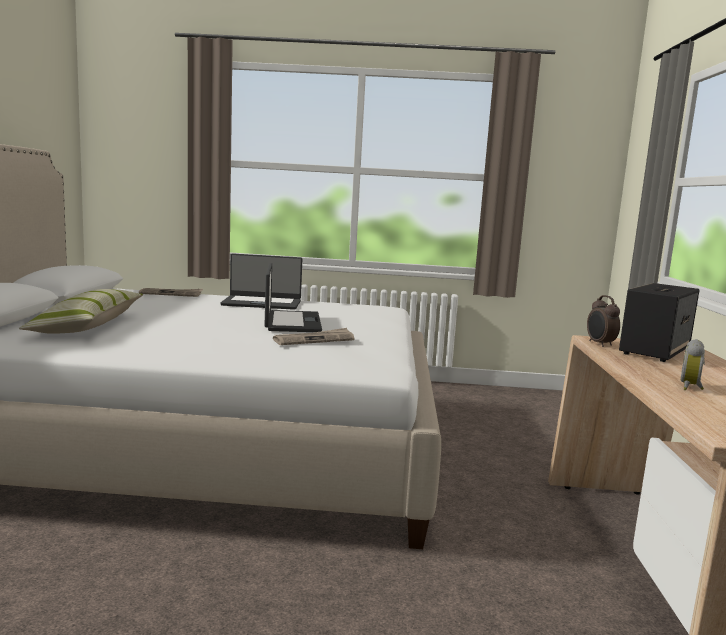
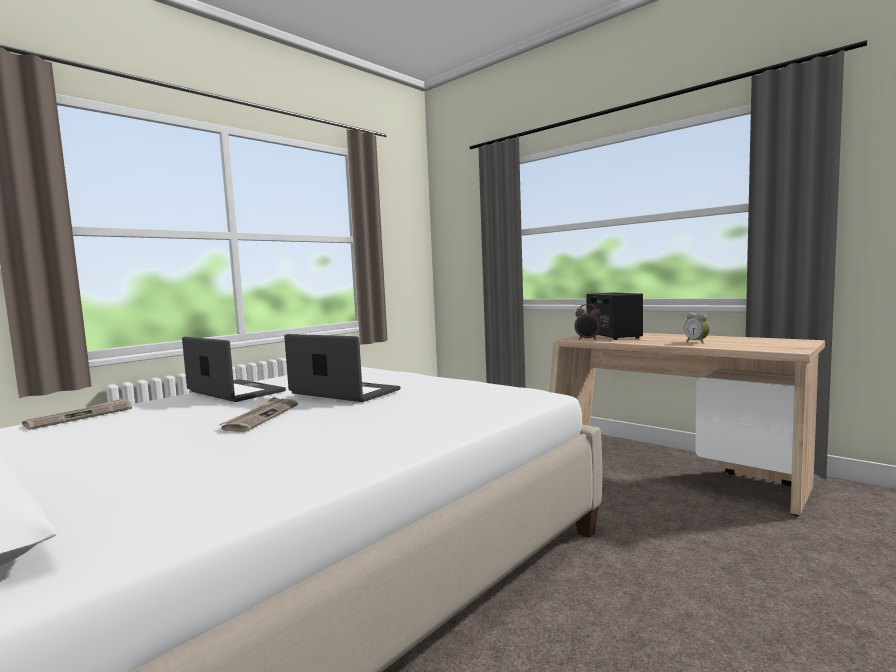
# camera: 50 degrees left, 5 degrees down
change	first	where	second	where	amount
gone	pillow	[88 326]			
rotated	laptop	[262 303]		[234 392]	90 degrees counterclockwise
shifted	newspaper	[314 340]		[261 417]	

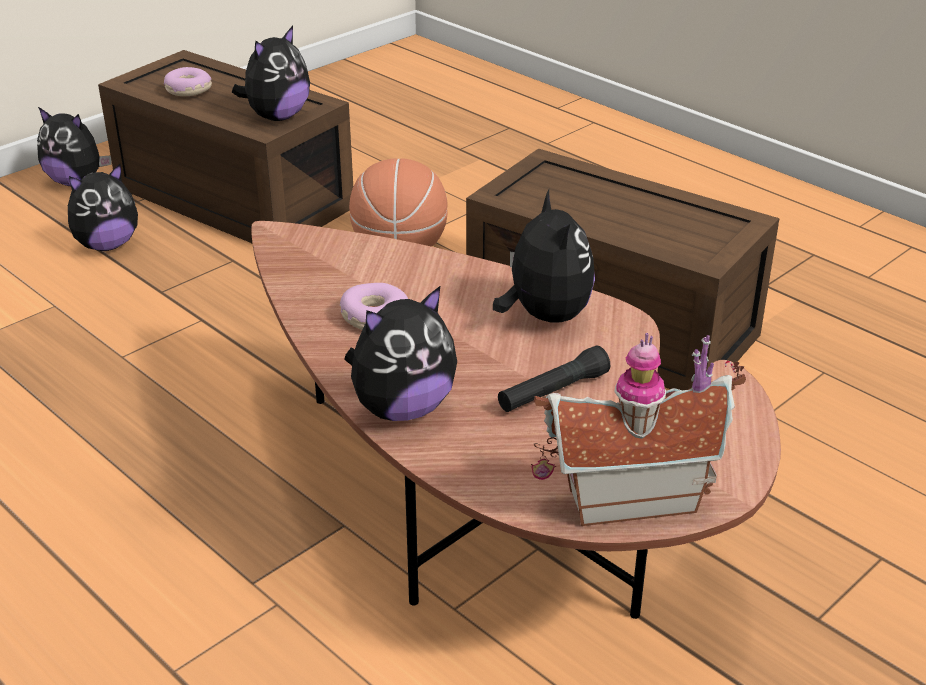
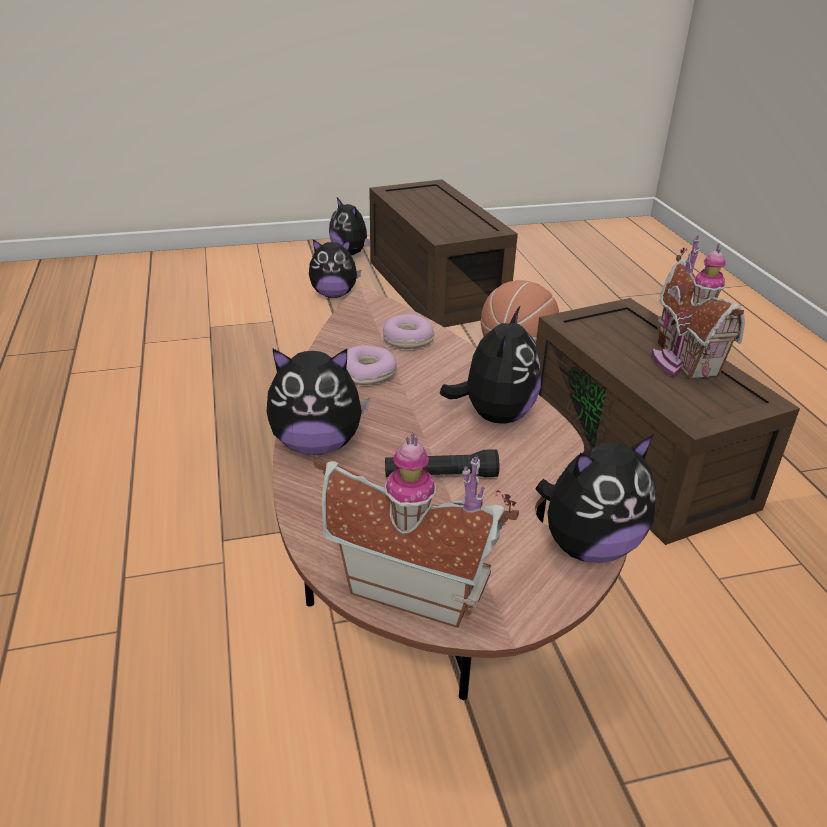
# camera: 30 degrees right, 0 degrees up
change	first	where	second	where	amount
shifted	donut	[188 90]		[407 340]	
shifted	plush toy	[277 116]		[588 545]	
new			toy house	[681 361]	

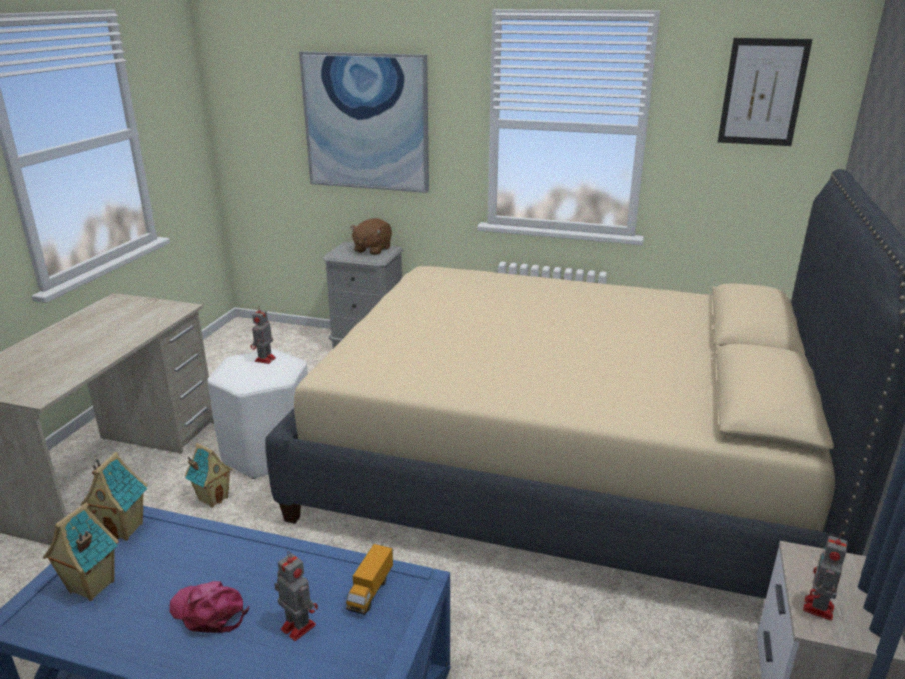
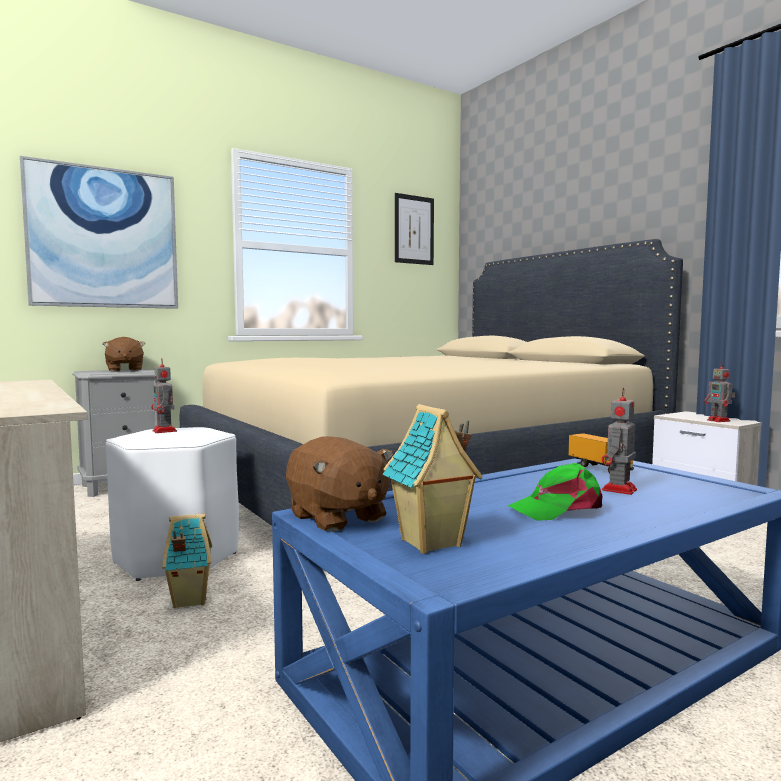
# camera: 50 degrees left, 20 degrees down
change	first	where	second	where	amount
swapped	toy house	[124 529]	plush toy (brown)	[337 518]	
repainted	cap (pink)	[209 611]	cap (green)	[558 509]	
rotated	toy robot	[297 626]		[618 490]	45 degrees counterclockwise

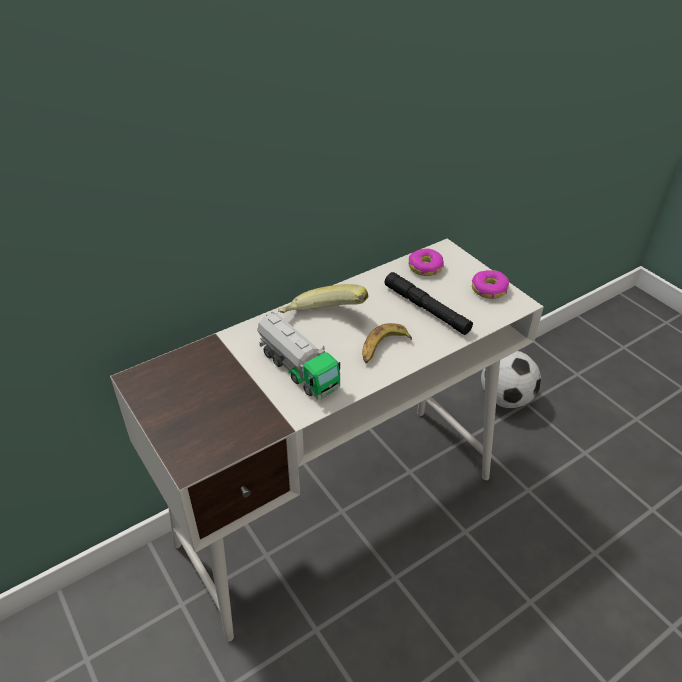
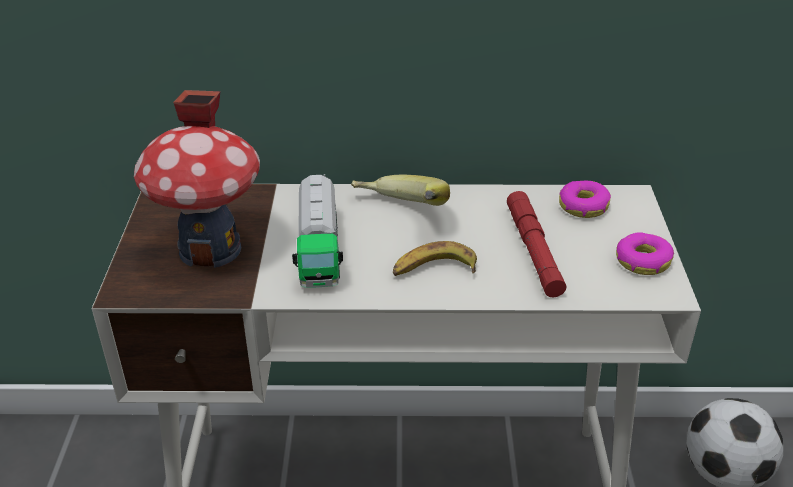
# camera: 35 degrees right, 5 degrees down
change	first	where	second	where	amount
repainted	flashlight (black)	[426 308]	flashlight (red)	[534 250]	
new			toy house	[210 249]	

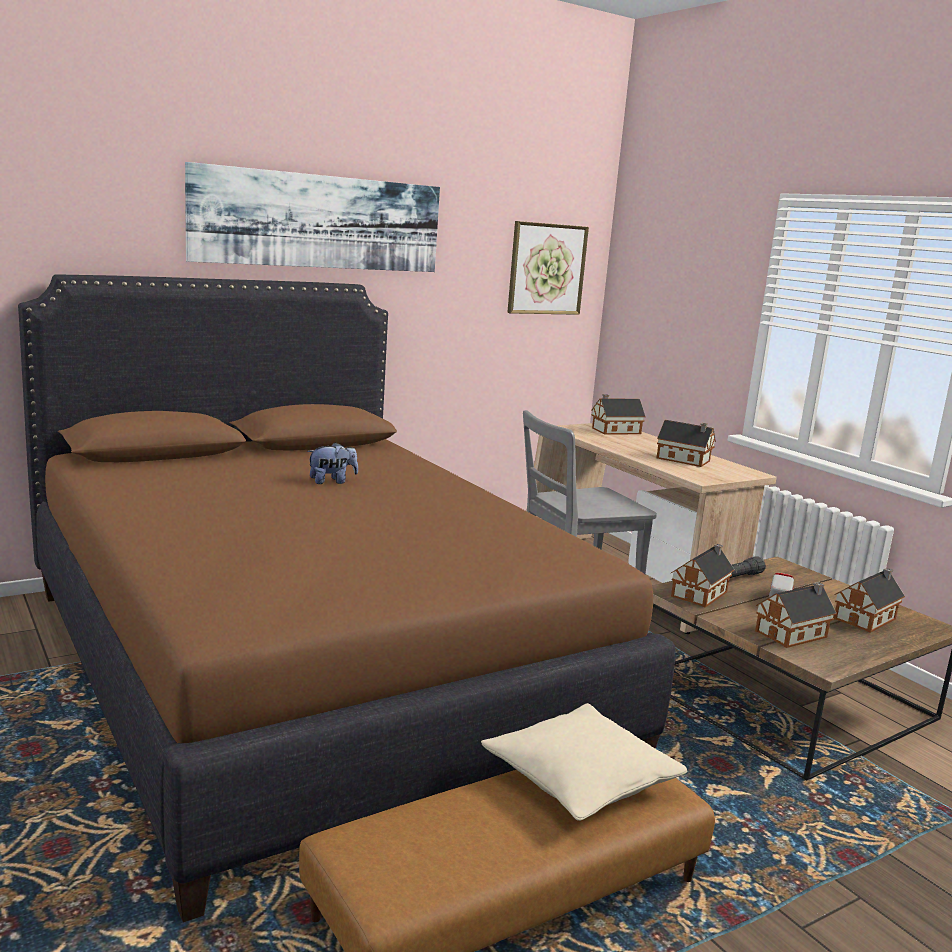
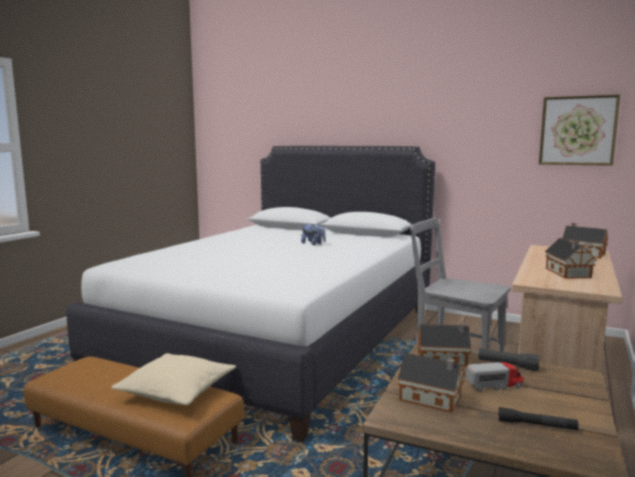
# camera: 60 degrees right, 5 degrees down
change	first	where	second	where	amount
repainted	bed (brown)	[305 670]	bed (white)	[279 338]	
gone	picture	[319 221]			
swapped	toy house	[866 618]	flashlight (black)	[536 425]	

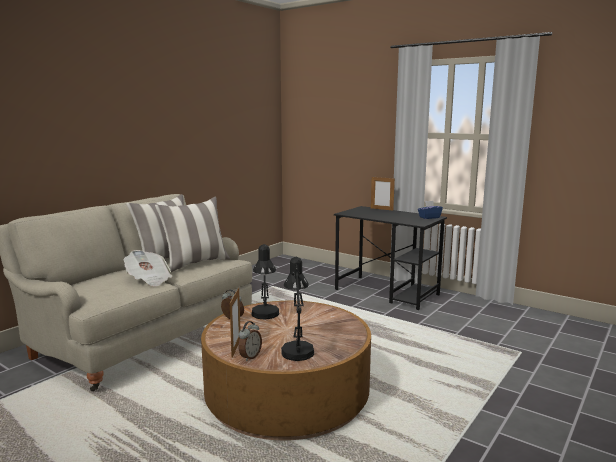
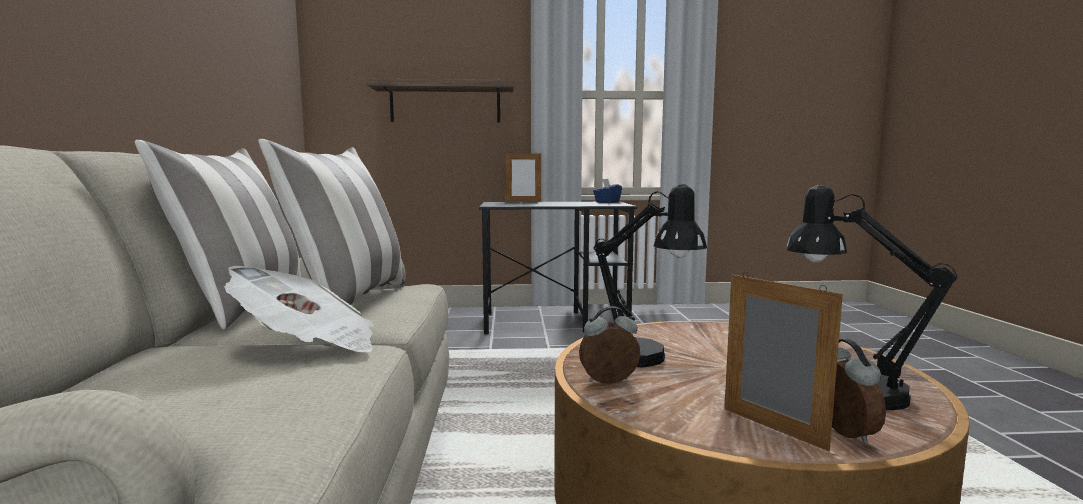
# camera: 40 degrees left, 5 degrees down
change	first	where	second	where	amount
new			shelf	[445 103]	

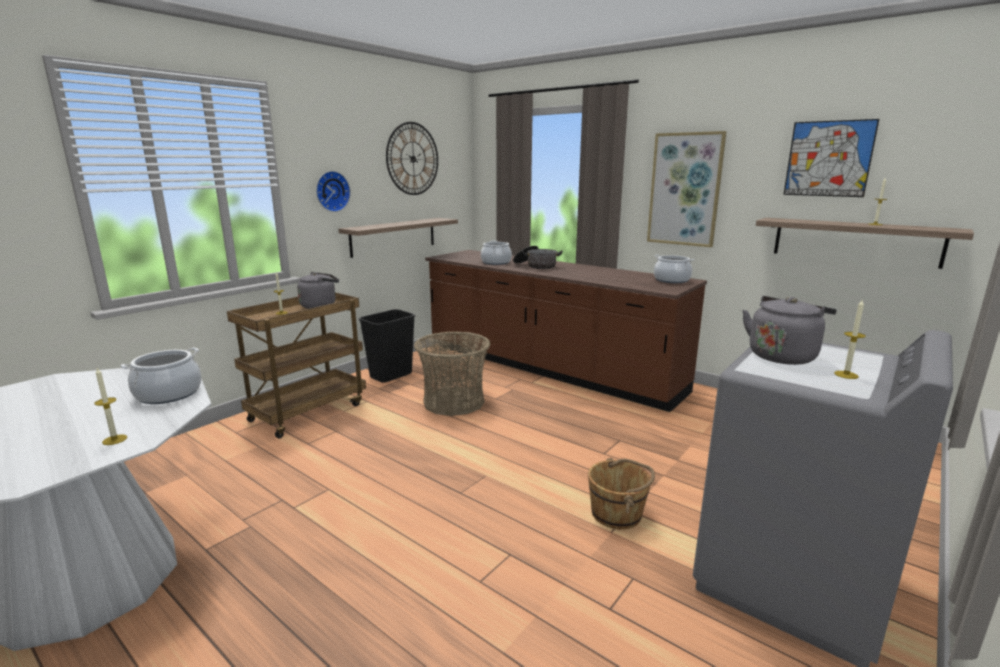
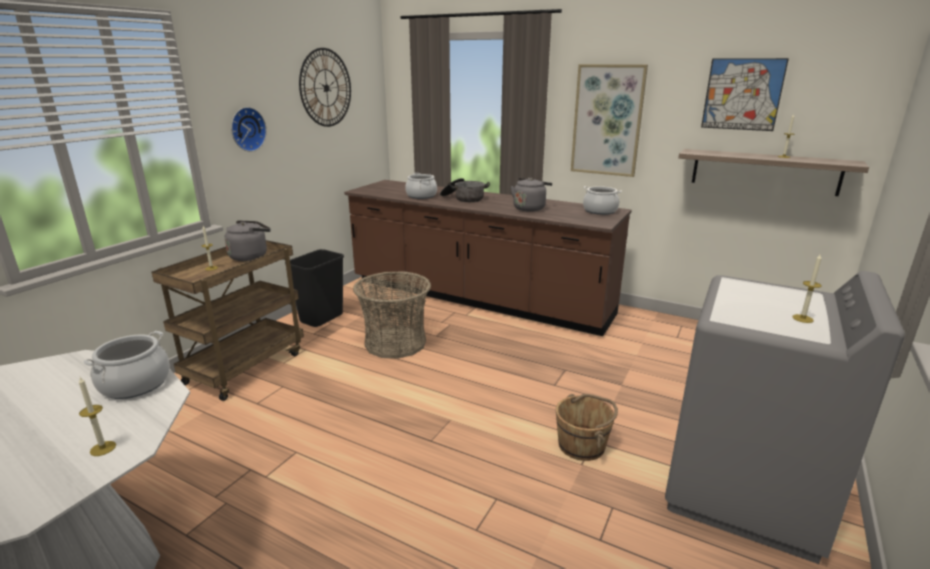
# camera: 10 degrees left, 5 degrees up
change	first	where	second	where	amount
gone	shelf	[394 236]			
shifted	kettle (grey)	[783 356]		[530 208]	

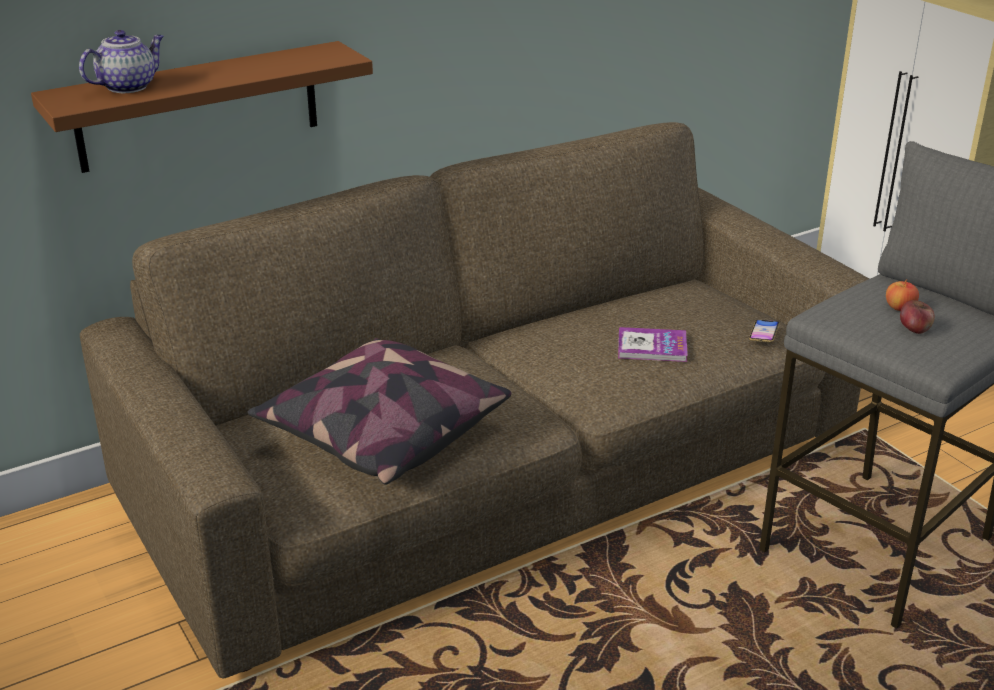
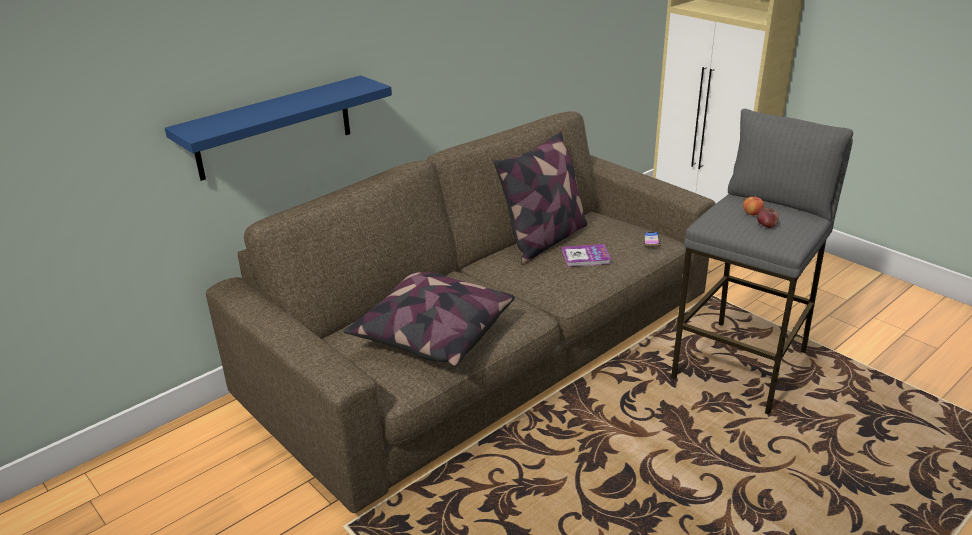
# camera: 10 degrees left, 0 degrees up
change	first	where	second	where	amount
repainted	shelf (brown)	[198 107]	shelf (blue)	[274 127]	
gone	teapot	[128 86]			
new			pillow	[544 240]	

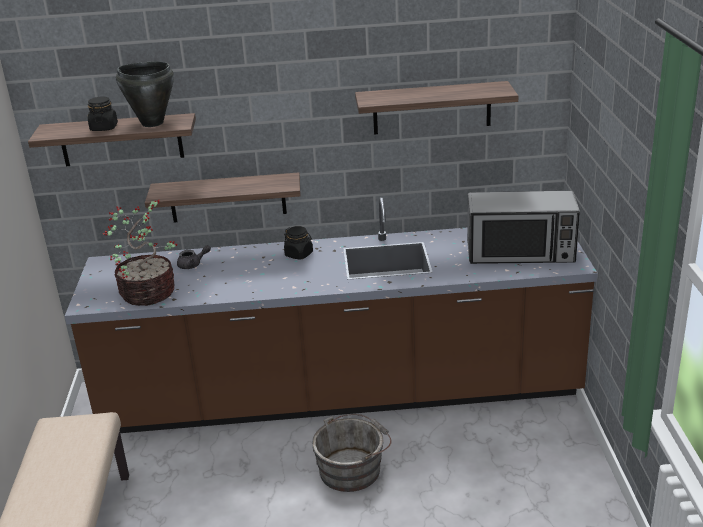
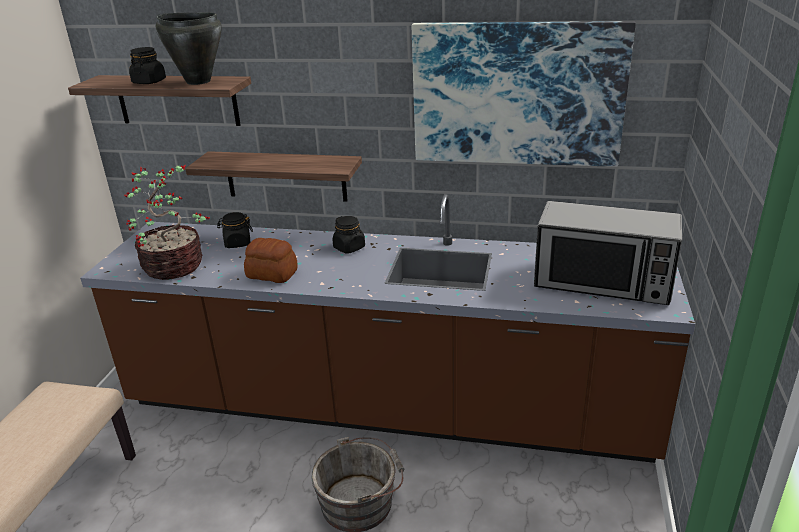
# camera: 15 degrees right, 0 degrees up
change	first	where	second	where	amount
swapped	teapot (grey)	[193 265]	jar (black)	[237 243]	
swapped	shelf	[431 108]	picture	[517 94]	
new			bread	[272 274]	

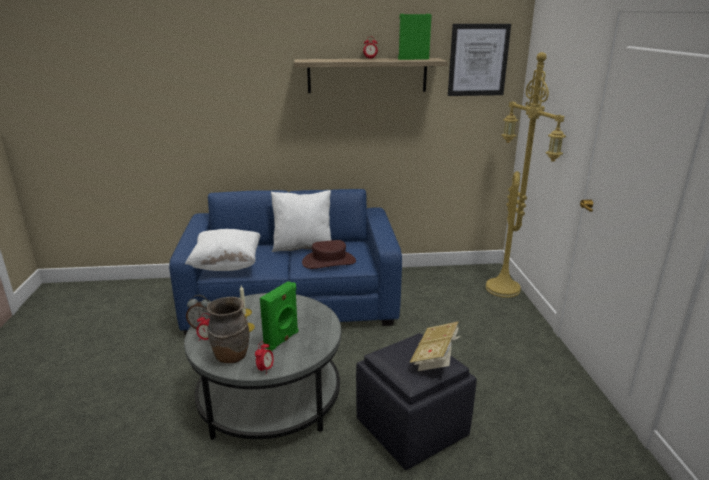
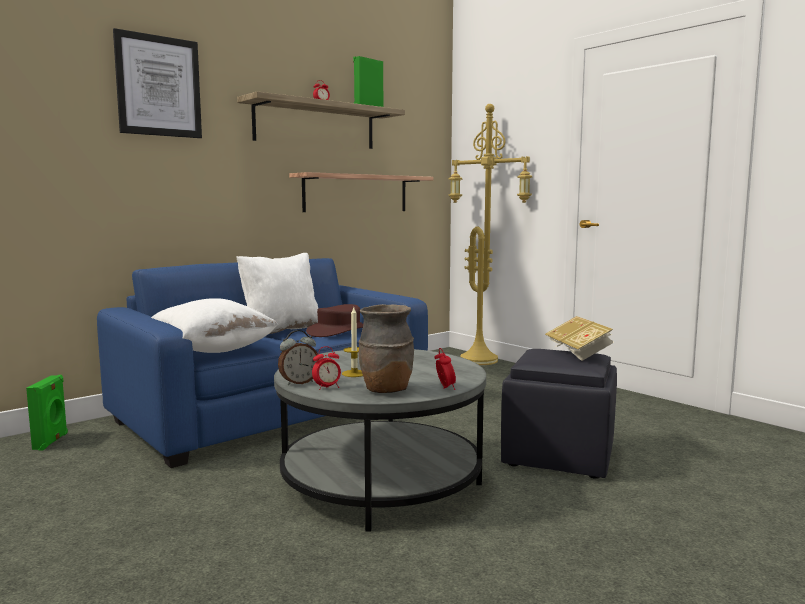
# camera: 35 degrees left, 15 degrees down
change	first	where	second	where	amount
shifted	speaker (green)	[282 340]		[51 441]	
shifted	picture	[478 60]		[158 86]	
new			shelf	[356 193]	

